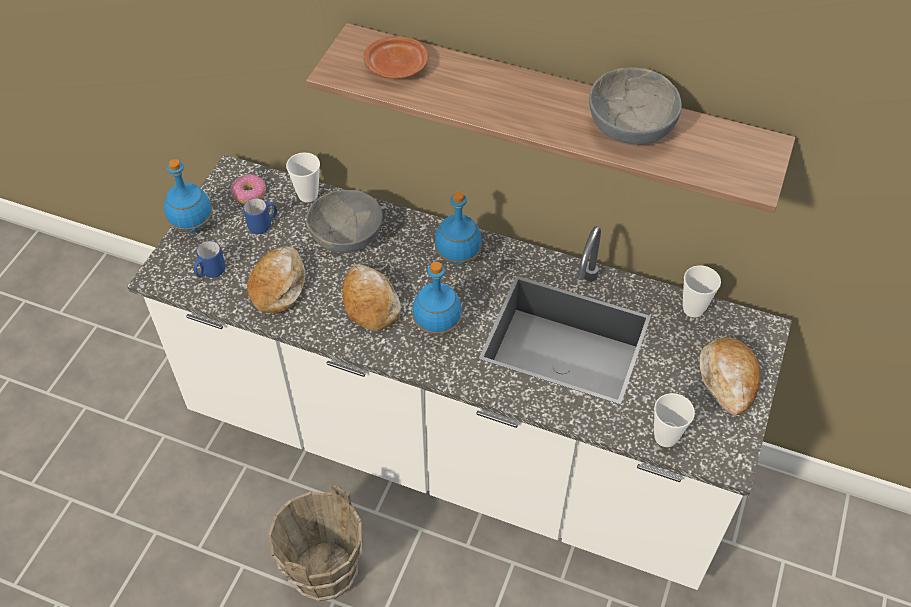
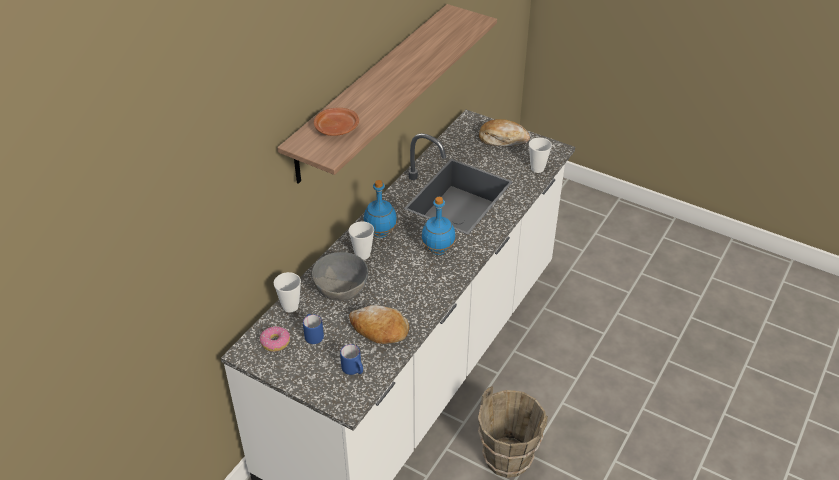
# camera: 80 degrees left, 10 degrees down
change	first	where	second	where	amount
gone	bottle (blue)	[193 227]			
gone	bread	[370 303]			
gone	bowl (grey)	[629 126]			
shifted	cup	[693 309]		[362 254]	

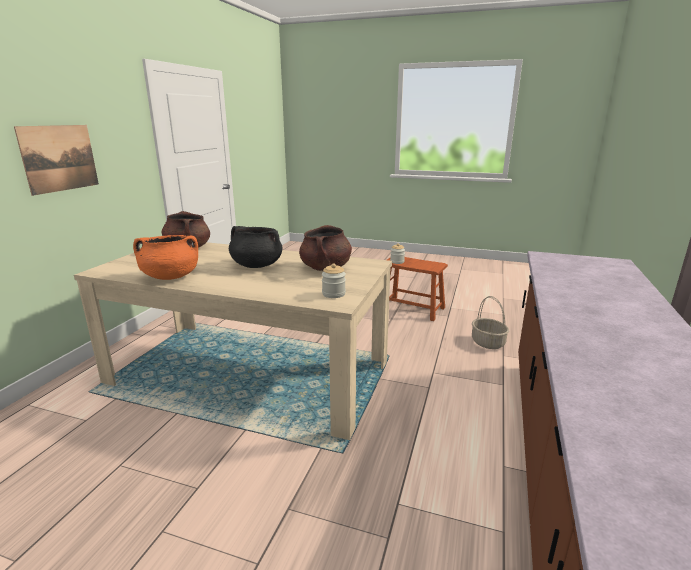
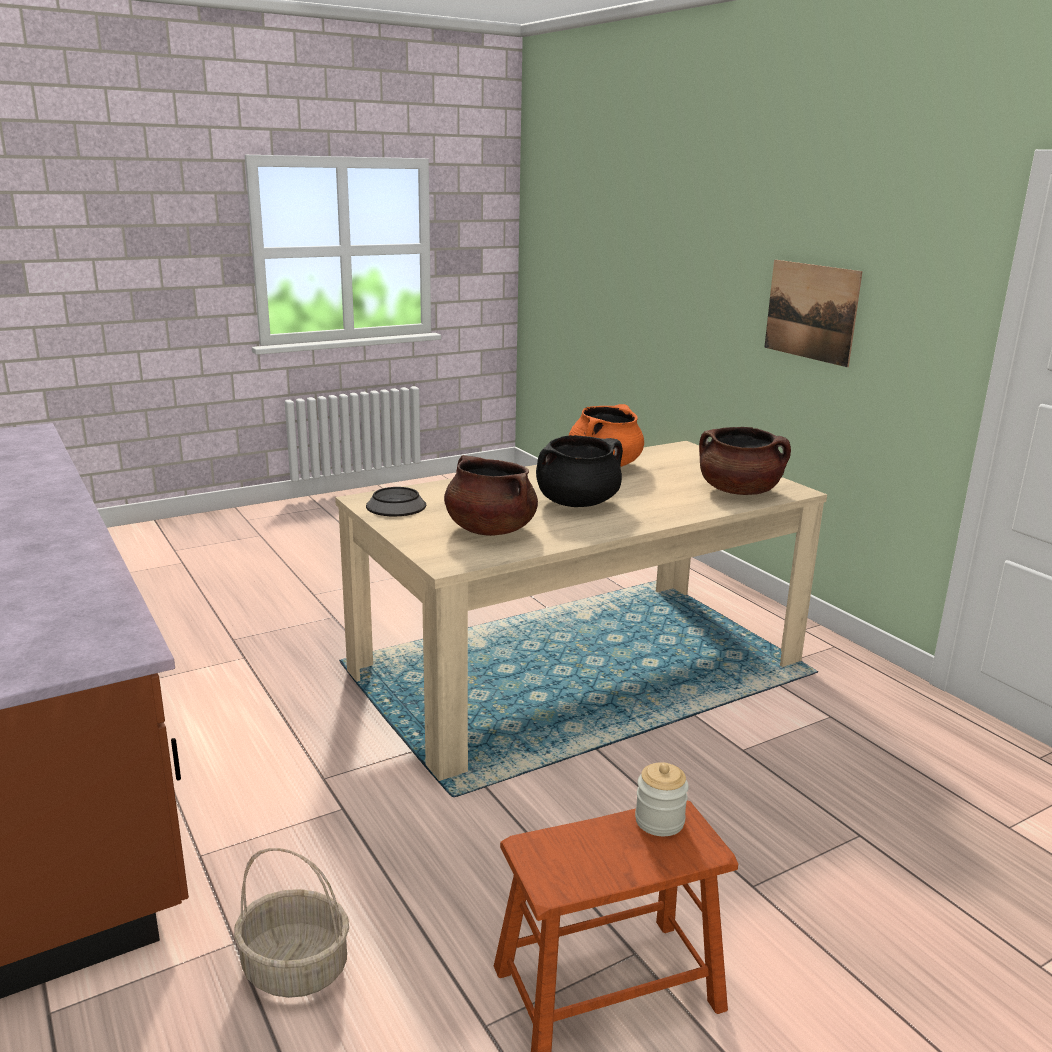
# camera: 130 degrees right, 0 degrees up
change	first	where	second	where	amount
swapped	jar	[333 294]	bowl	[396 505]	

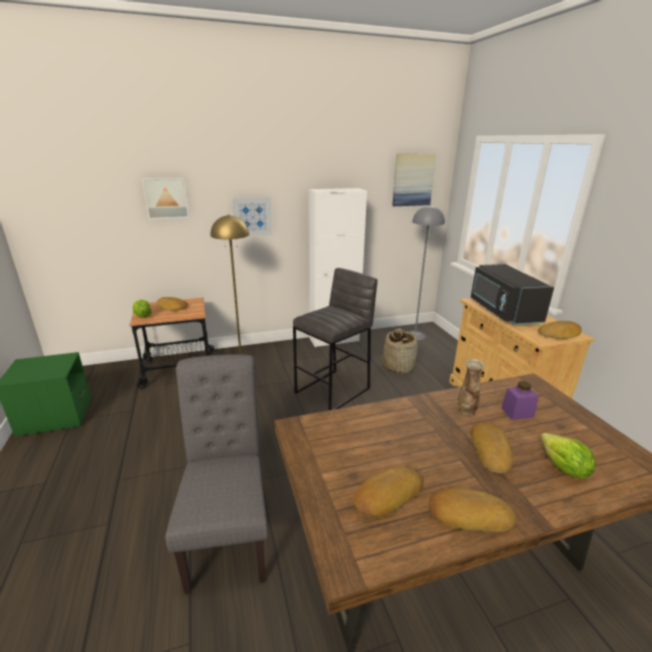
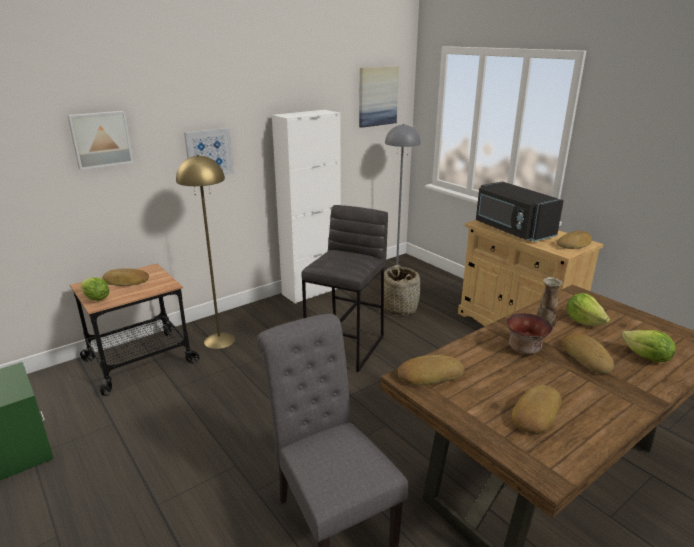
# camera: 20 degrees left, 0 degrees up
change	first	where	second	where	amount
shifted	bread	[468 514]		[429 374]	
swapped	jar (purple)	[517 412]	lettuce	[583 321]	
new			bowl	[524 348]	

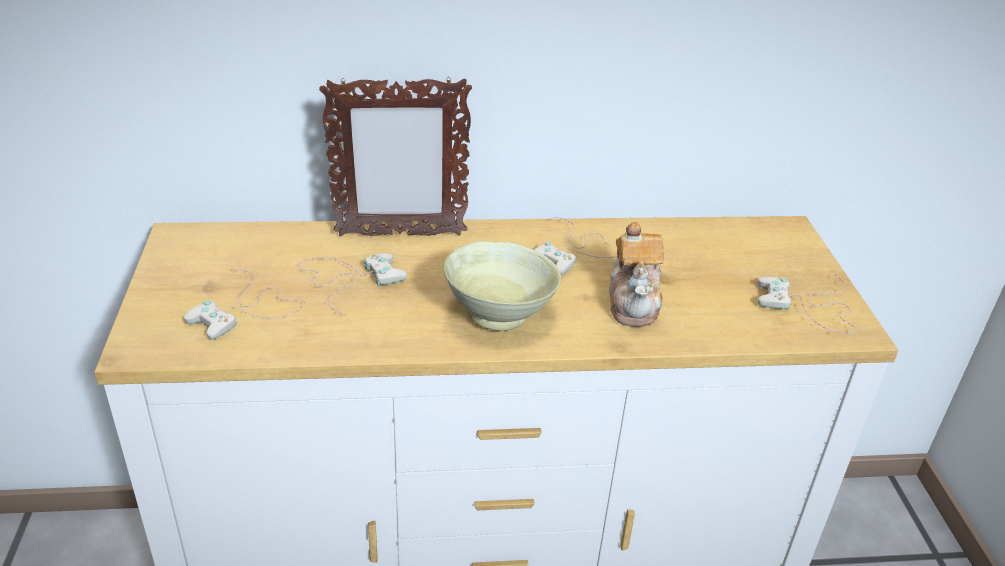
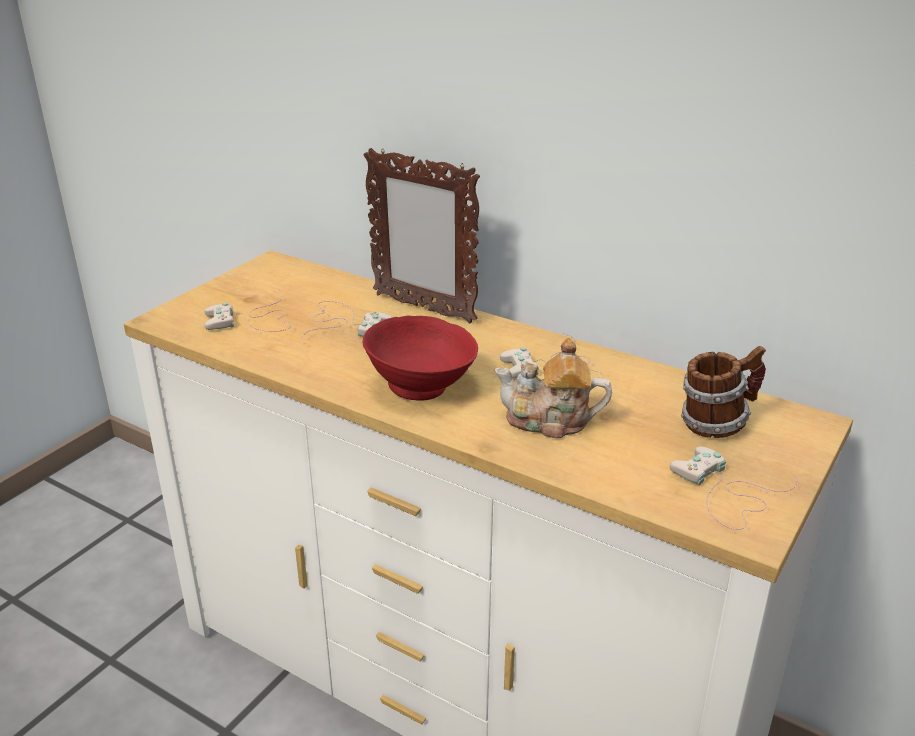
# camera: 40 degrees right, 5 degrees down
change	first	where	second	where	amount
repainted	bowl (beige)	[501 314]	bowl (red)	[422 388]	
rotated	teapot	[634 301]		[549 421]	60 degrees clockwise
new			mug	[716 423]	

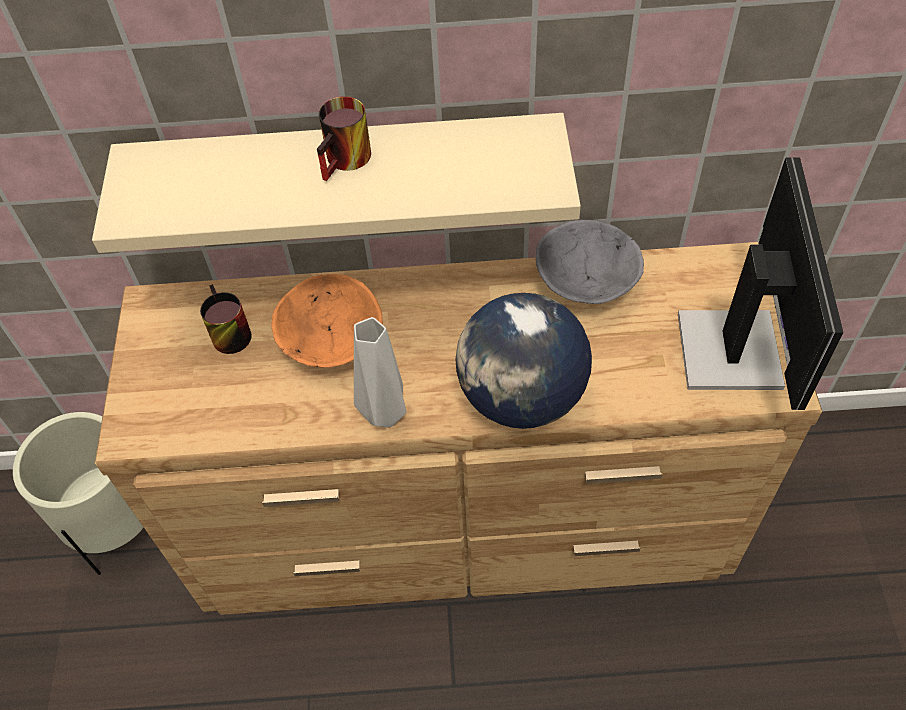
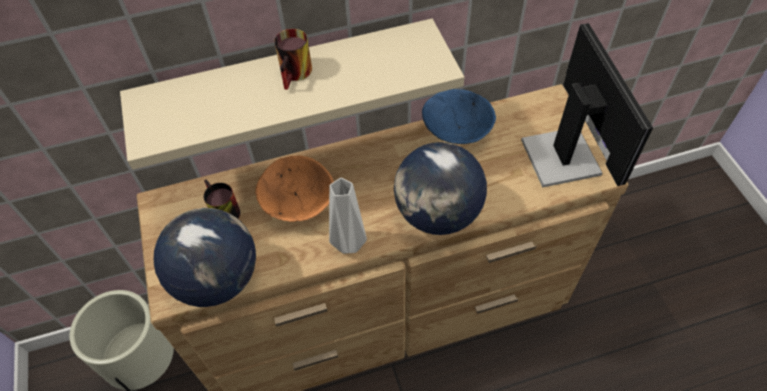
# camera: 15 degrees left, 0 degrees up
change	first	where	second	where	amount
repainted	bowl (grey)	[587 284]	bowl (blue)	[457 132]	
new			globe	[218 279]	

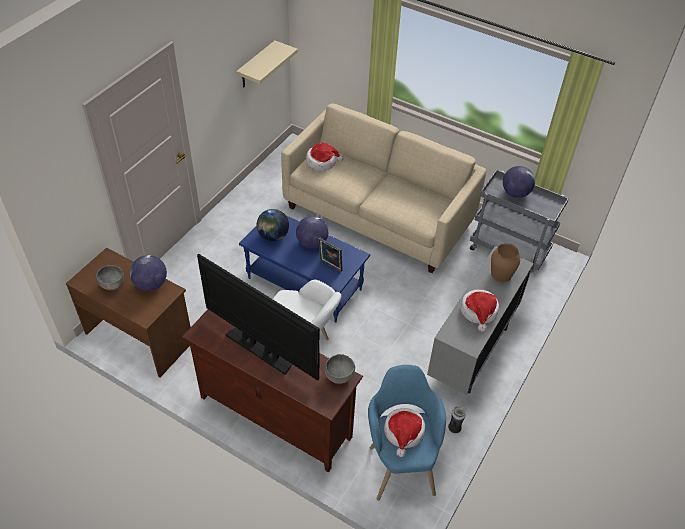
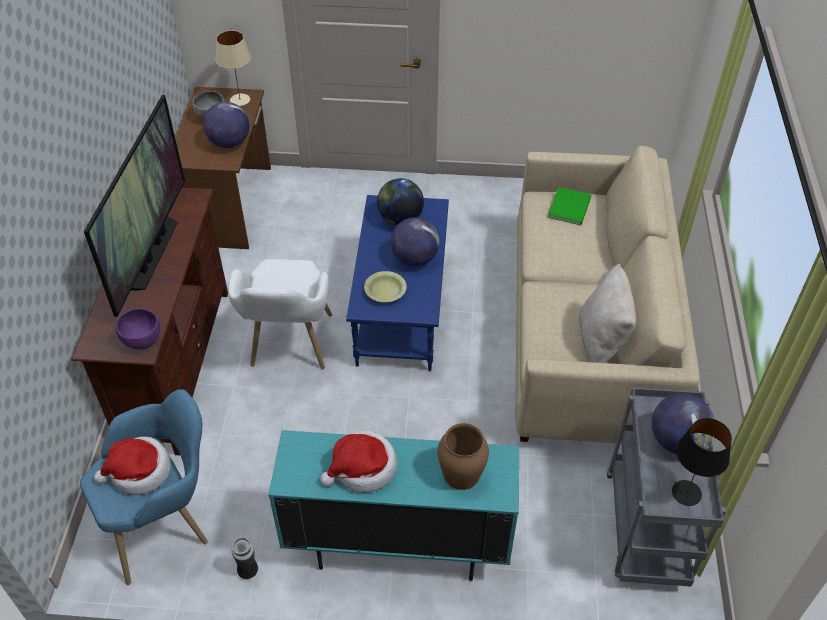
# camera: 65 degrees right, 0 degrees up
change	first	where	second	where	amount
gone	shelf (beige)	[256 65]			
swapped	hat	[322 162]	book (green)	[571 207]	
swapped	picture frame	[330 266]	bowl (yellow)	[385 292]	
repainted	bowl (grey)	[339 376]	bowl (purple)	[142 341]	
repainted	cabinet (grey)	[471 352]	cabinet (turquoise)	[397 546]	
new			table lamp (beige)	[240 100]	
new			pillow (beige)	[601 341]	
new			table lamp (black)	[686 492]	

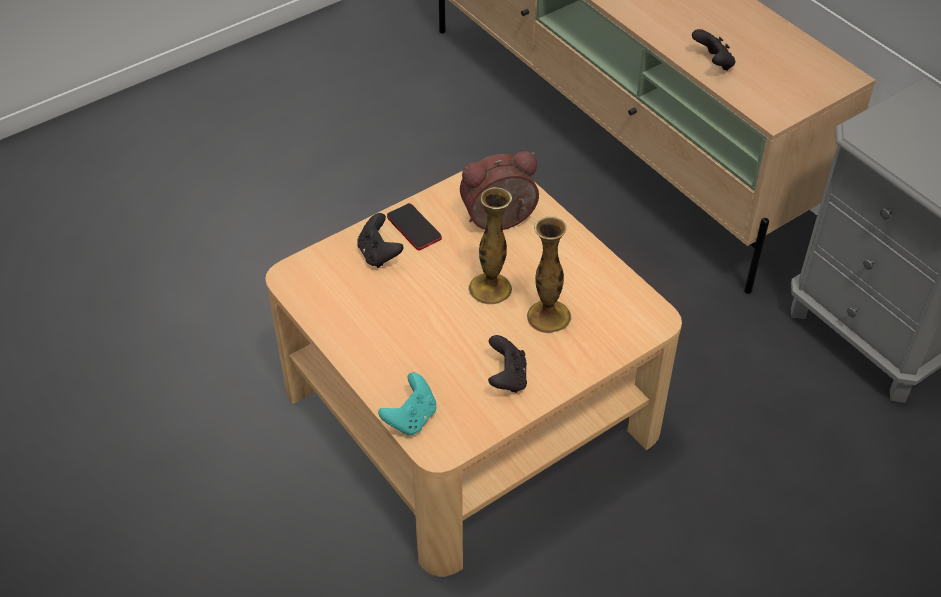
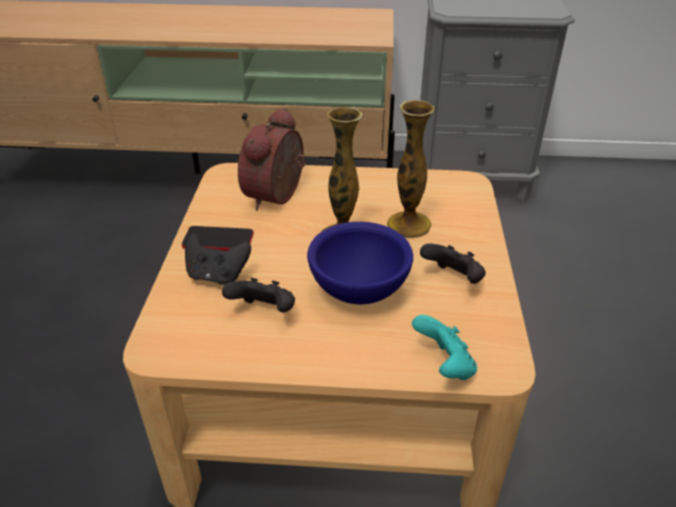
# camera: 50 degrees left, 10 degrees down
change	first	where	second	where	amount
shifted	game controller (black)	[713 63]		[264 312]	
new			bowl (blue)	[360 289]	

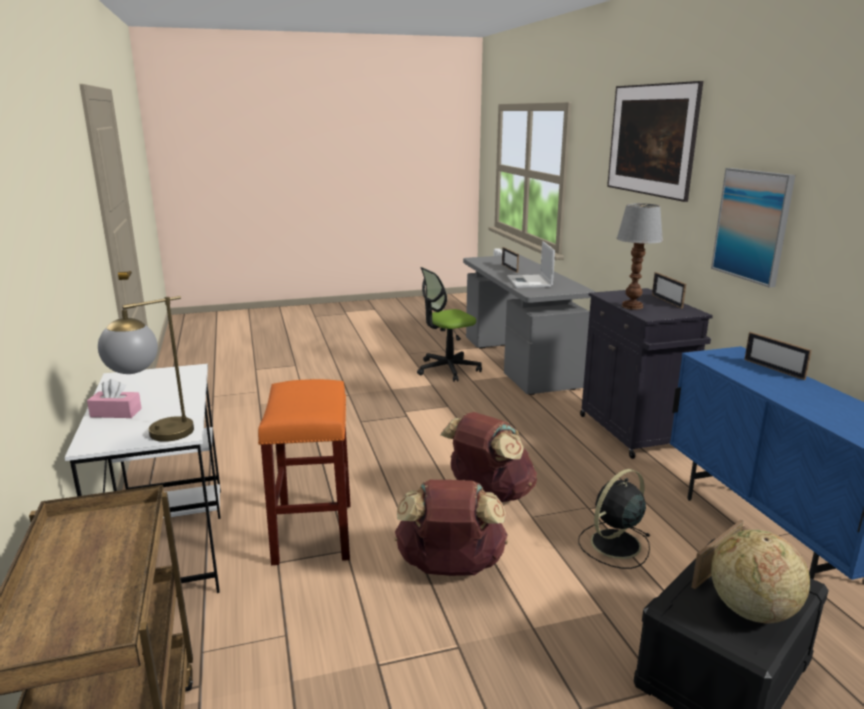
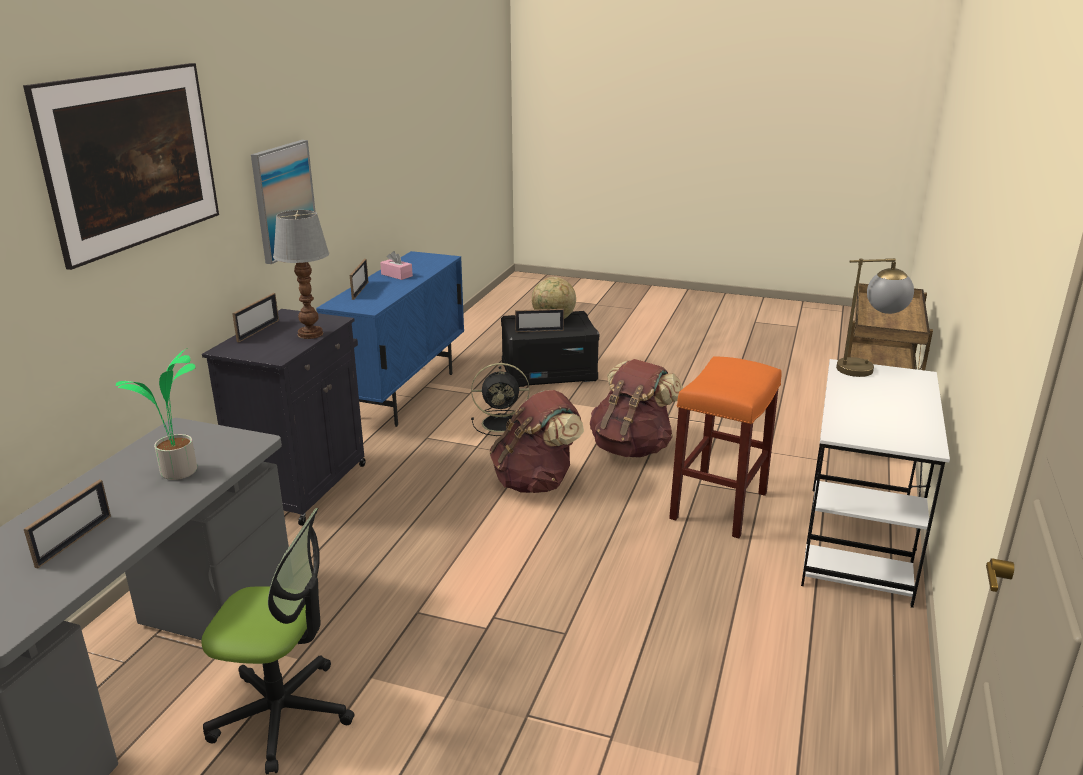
# camera: 145 degrees left, 5 degrees up
change	first	where	second	where	amount
shifted	tissue box (pink)	[116 413]		[396 275]	
swapped	laptop	[529 282]	potted plant	[179 473]	

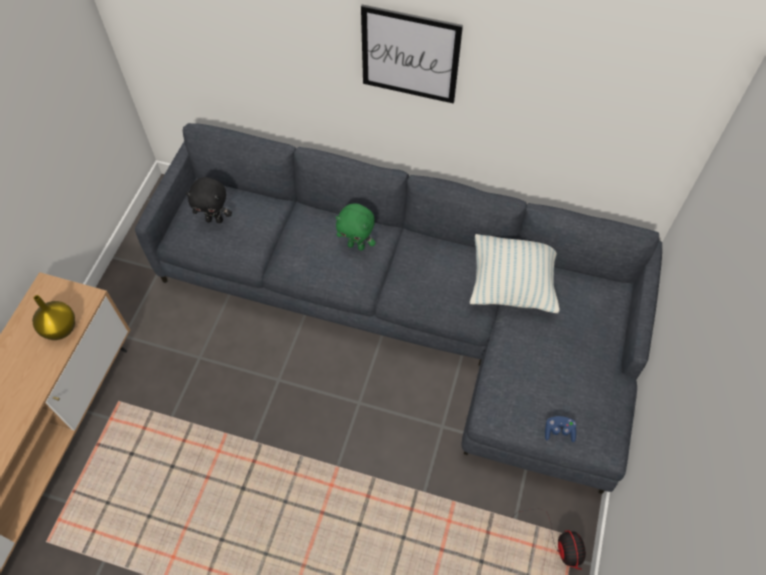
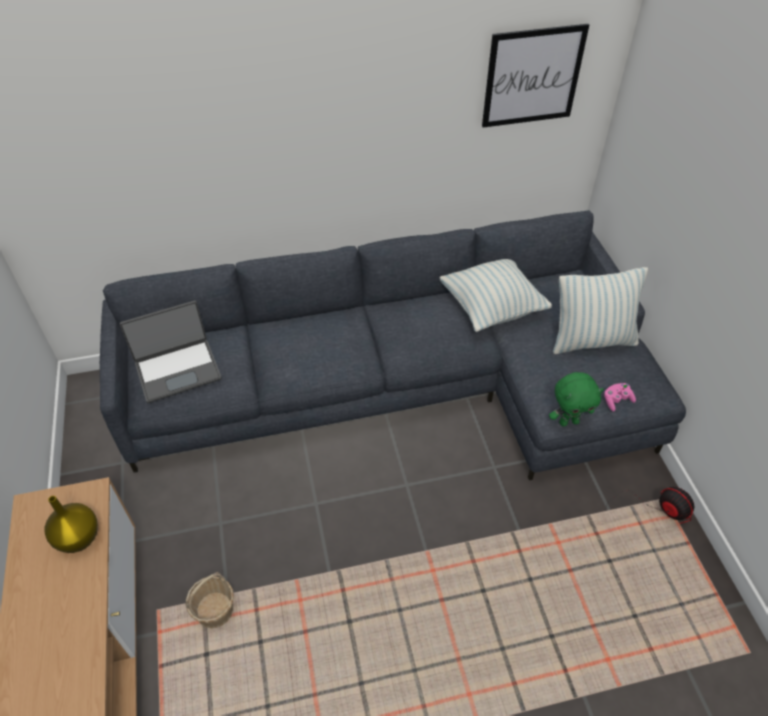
# camera: 30 degrees left, 10 degrees down
change	first	where	second	where	amount
swapped	plush toy (black)	[215 219]	laptop	[178 370]	
shifted	plush toy (green)	[356 245]		[568 421]	
shifted	picture	[410 55]		[532 76]	
repainted	game controller (blue)	[559 431]	game controller (pink)	[616 400]	
new			basket	[215 610]	
new			pillow	[591 340]	

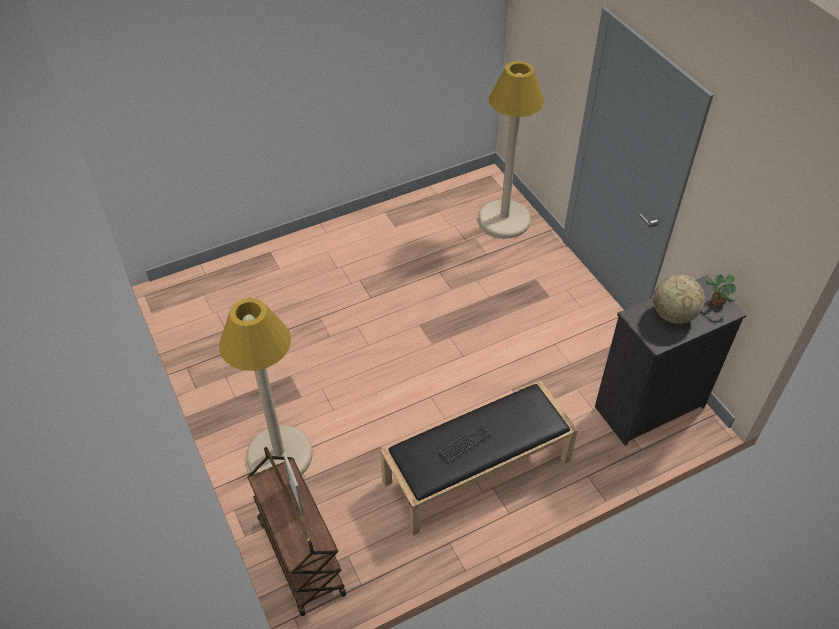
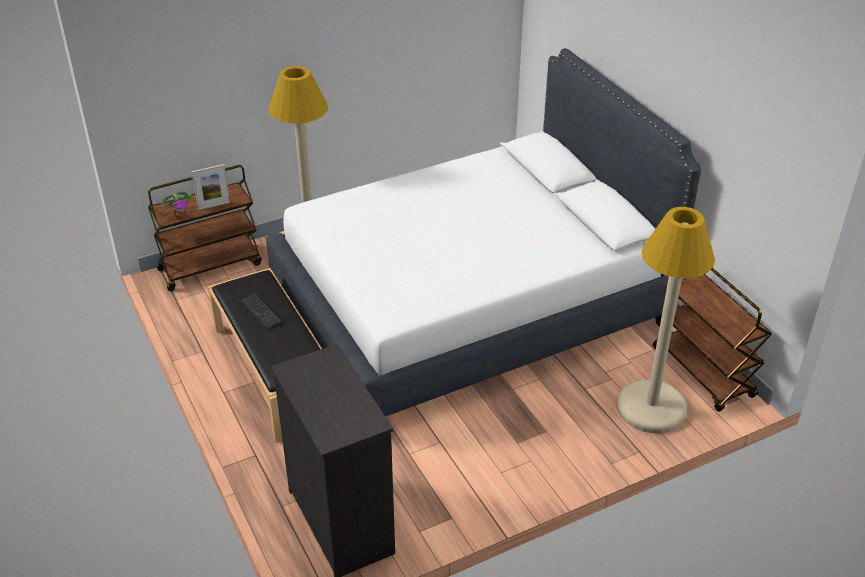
# camera: 90 degrees right, 10 degrees down
change	first	where	second	where	amount
gone	globe	[673 315]			
shifted	potted plant	[716 301]		[180 216]	
new			bed (white)	[469 306]	
new			cart (brown)	[703 372]	

